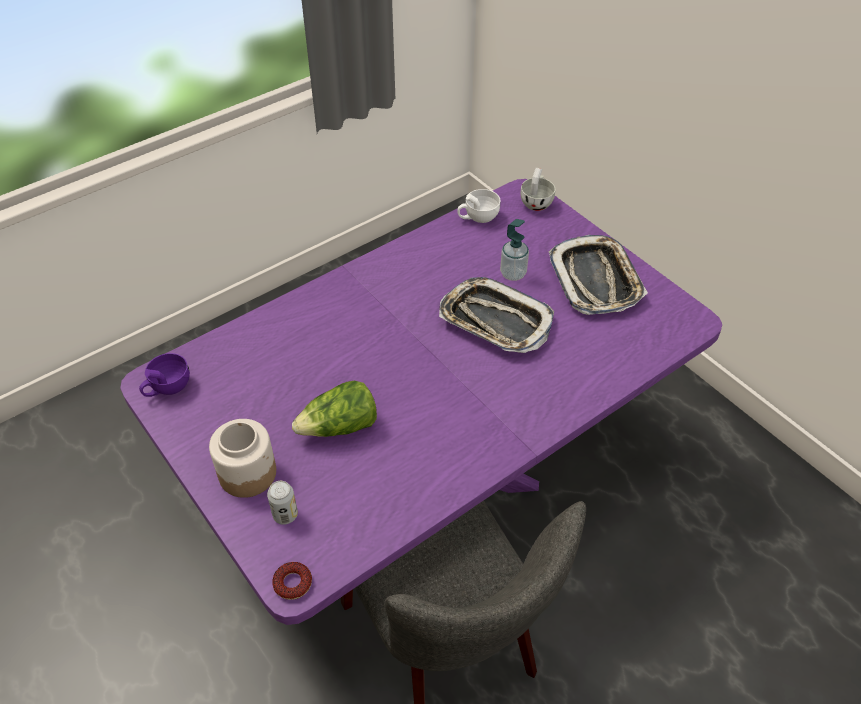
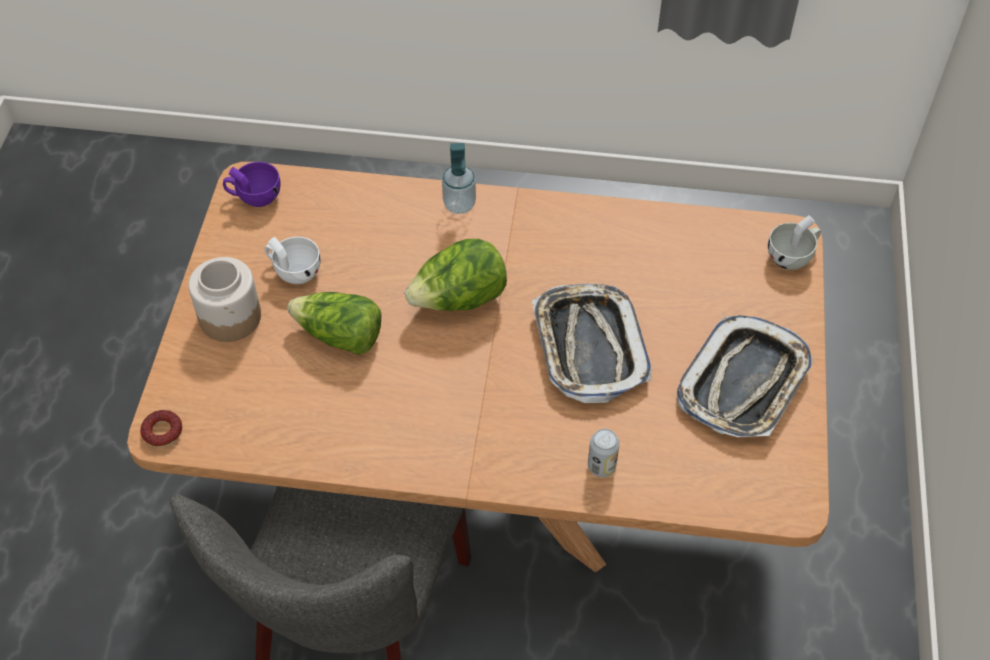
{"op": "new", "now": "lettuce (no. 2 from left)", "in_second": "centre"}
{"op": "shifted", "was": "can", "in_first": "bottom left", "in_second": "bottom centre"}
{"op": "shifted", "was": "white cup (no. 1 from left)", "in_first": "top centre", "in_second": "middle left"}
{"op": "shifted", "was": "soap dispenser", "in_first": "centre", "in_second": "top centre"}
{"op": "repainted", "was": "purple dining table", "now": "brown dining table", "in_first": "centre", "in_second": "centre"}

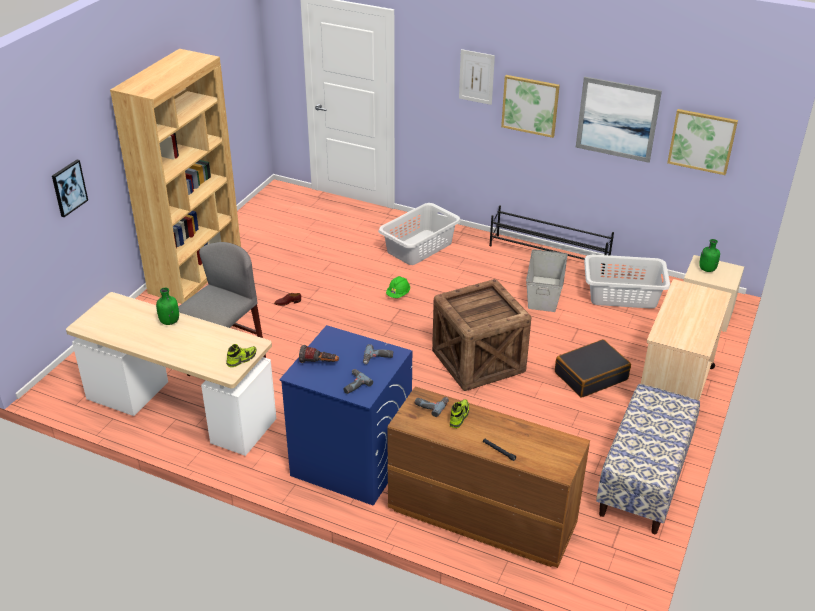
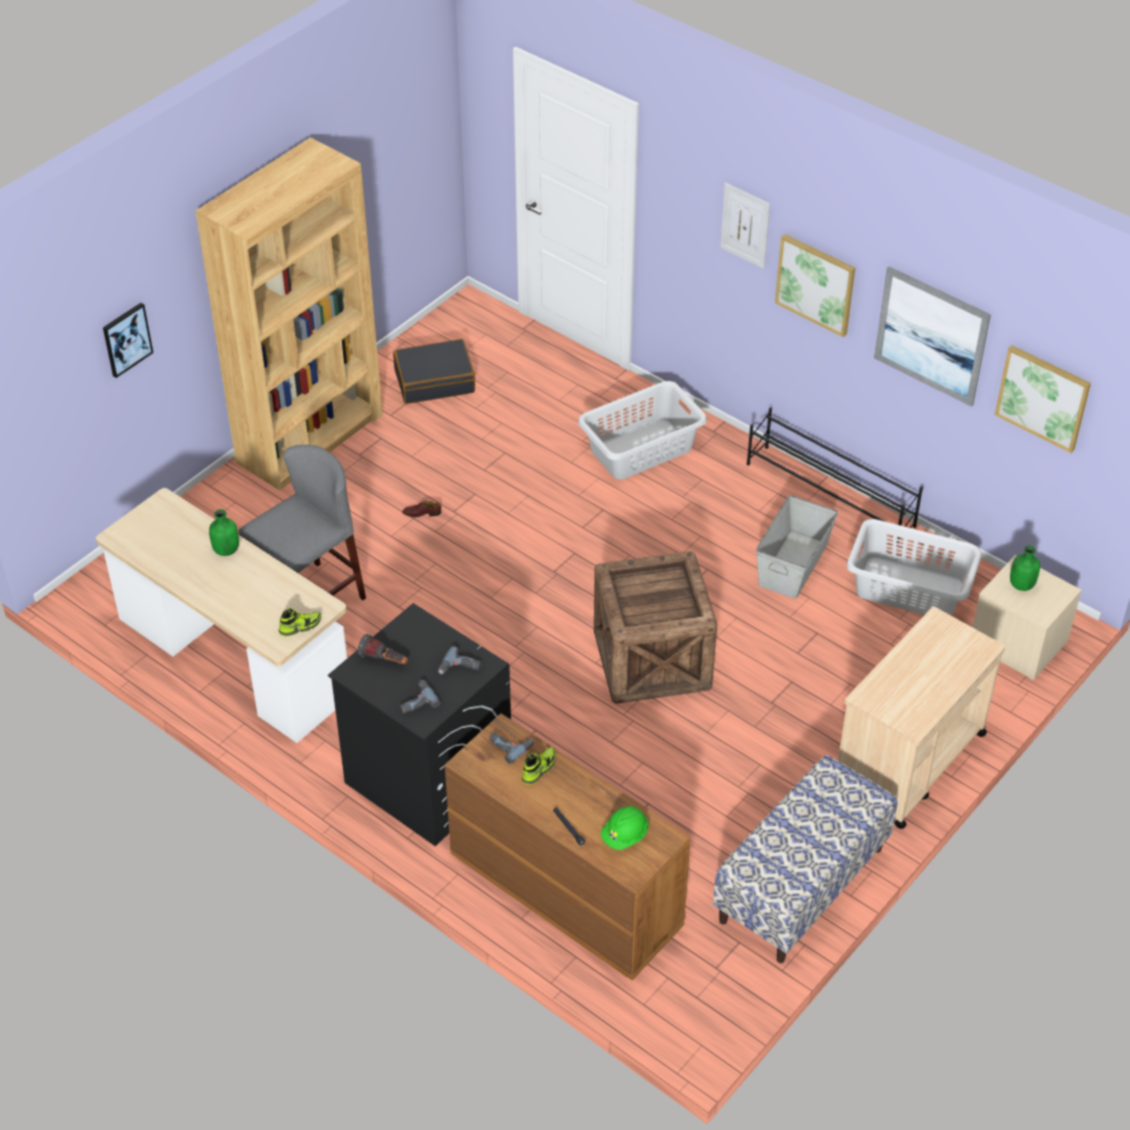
{"op": "shifted", "was": "green hard hat", "in_first": "centre", "in_second": "bottom centre"}
{"op": "shifted", "was": "black suitcase", "in_first": "middle right", "in_second": "top centre"}
{"op": "repainted", "was": "blue washing machine", "now": "black washing machine", "in_first": "bottom centre", "in_second": "centre"}

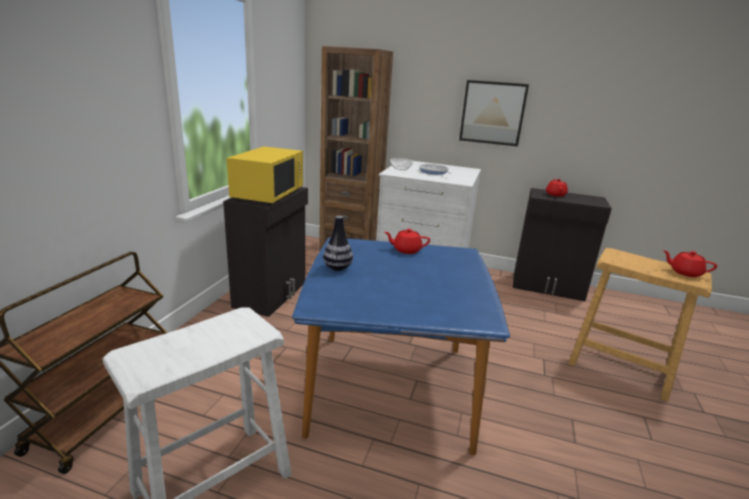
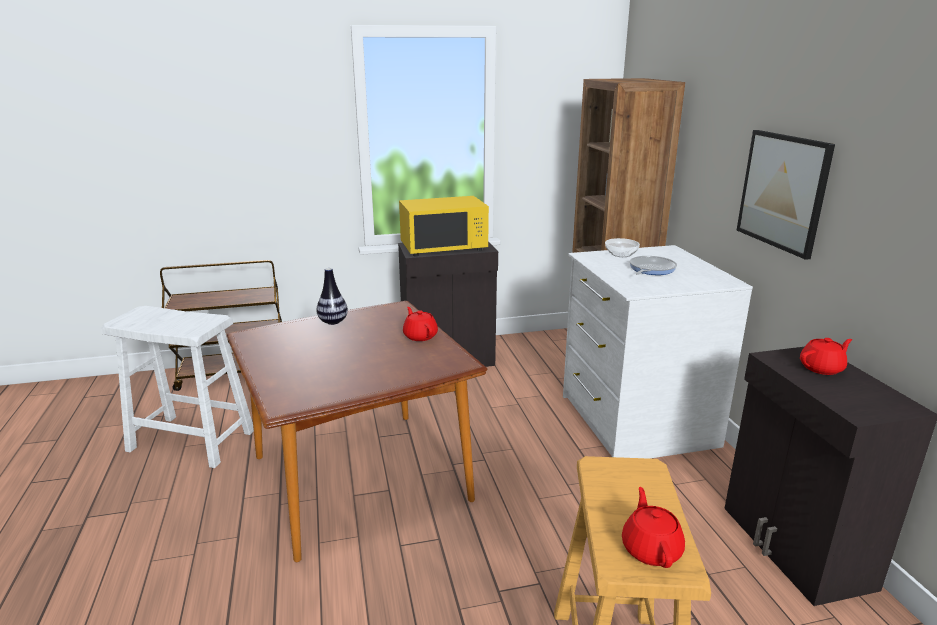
{"op": "repainted", "was": "blue dining table", "now": "brown dining table", "in_first": "bottom centre", "in_second": "bottom centre"}

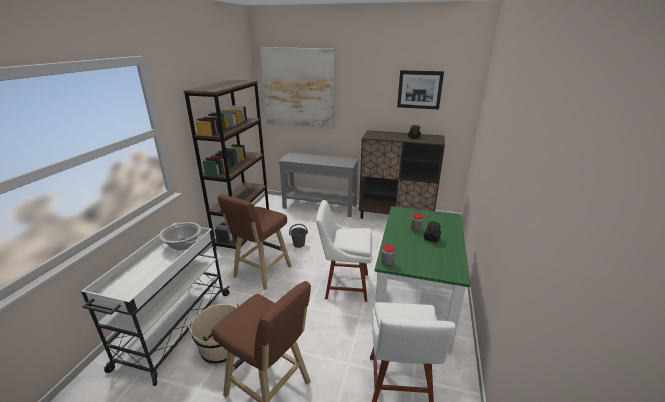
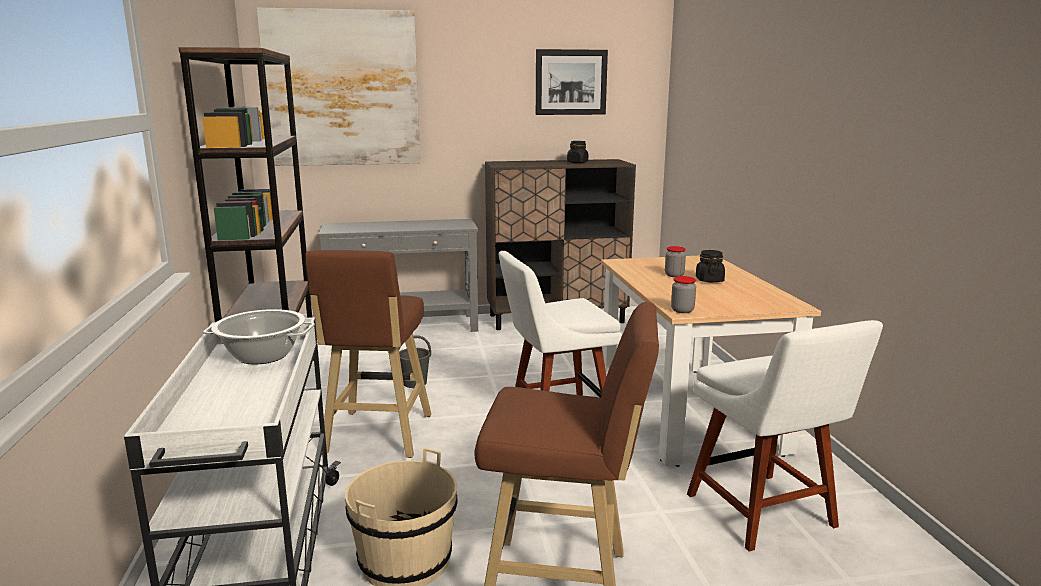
{"op": "repainted", "was": "green dining table", "now": "beige dining table", "in_first": "bottom centre", "in_second": "middle right"}

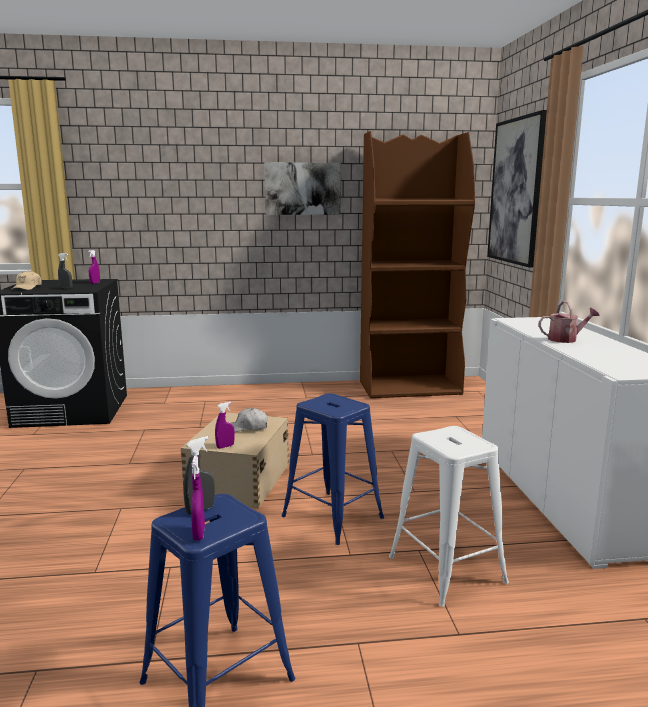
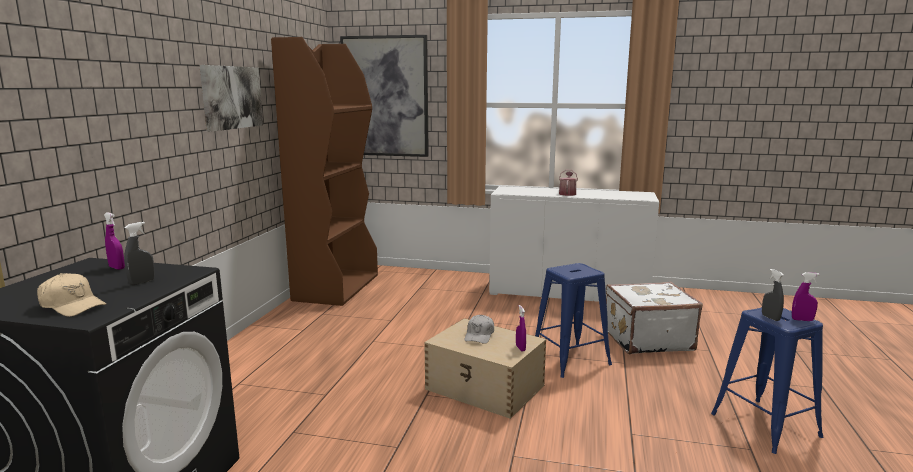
{"op": "swapped", "was": "white stool", "now": "white suitcase", "in_first": "bottom right", "in_second": "bottom right"}

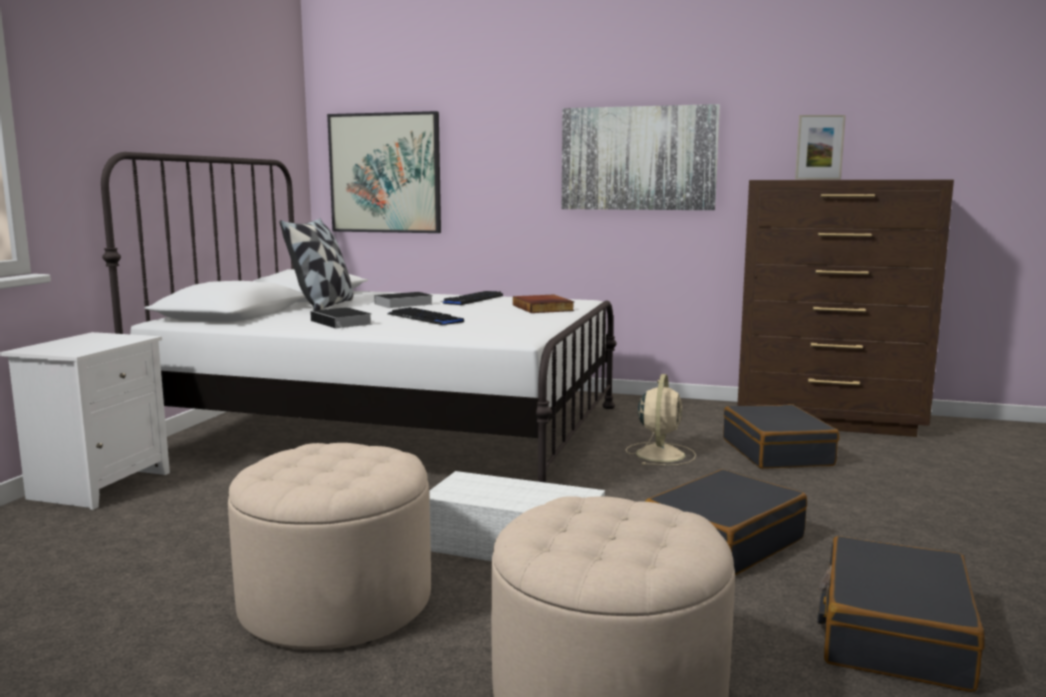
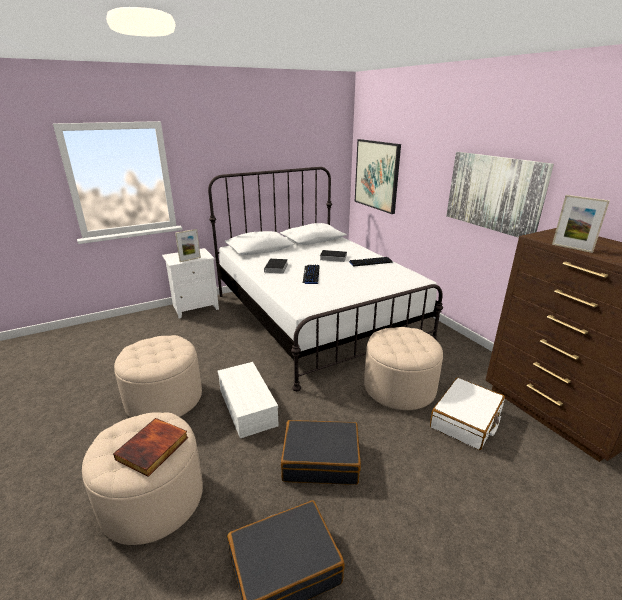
{"op": "gone", "was": "pillow", "in_first": "middle left"}
{"op": "new", "now": "picture frame (no. 1 from left)", "in_second": "middle left"}
{"op": "shifted", "was": "book (no. 3 from left in the first image)", "now": "book (no. 1 from left)", "in_first": "centre", "in_second": "bottom left"}
{"op": "swapped", "was": "beige fan", "now": "beige ottoman (no. 3 from left)", "in_first": "centre", "in_second": "centre"}
{"op": "repainted", "was": "black suitcase (no. 2 from left)", "now": "white suitcase", "in_first": "middle right", "in_second": "bottom right"}

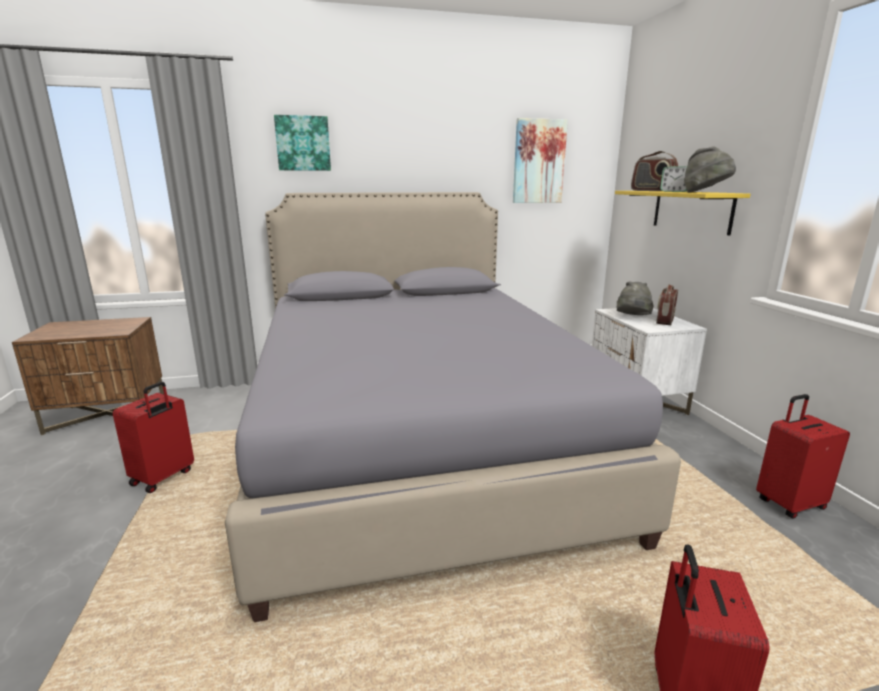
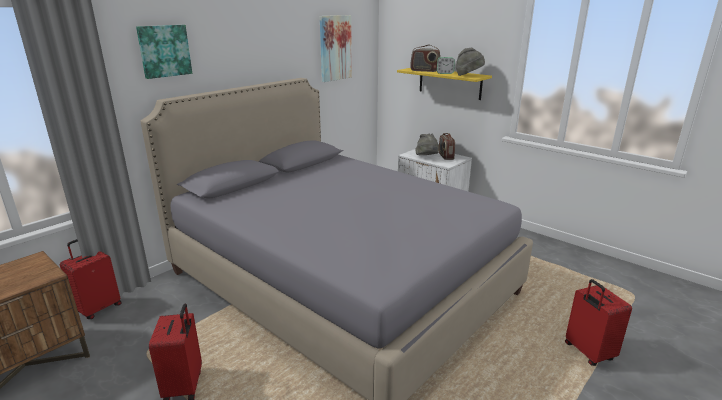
{"op": "shifted", "was": "red suitcase (no. 3 from left in the first image)", "now": "red suitcase (no. 1 from left)", "in_first": "middle right", "in_second": "bottom left"}

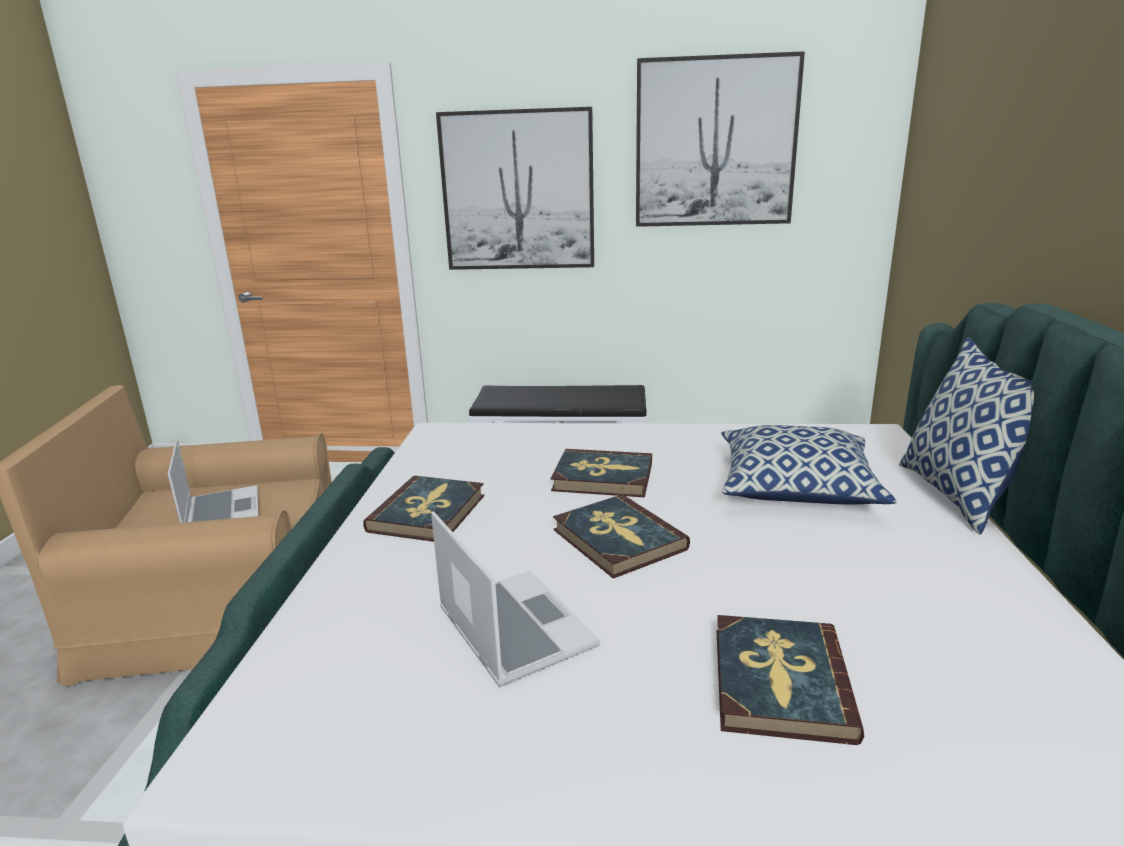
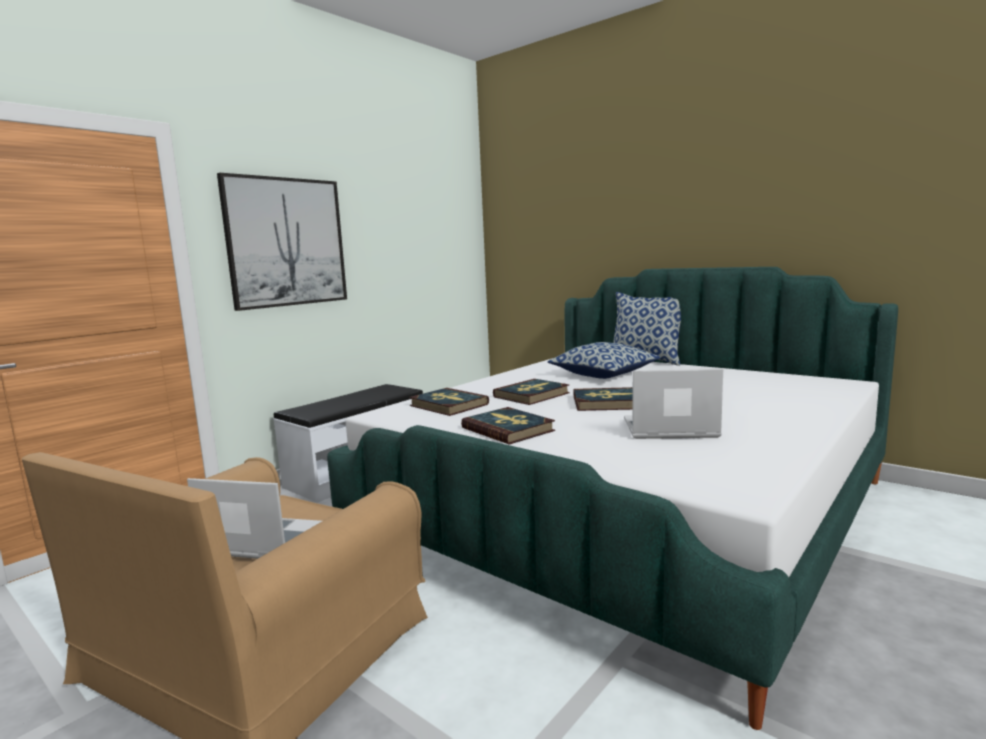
{"op": "gone", "was": "picture (no. 2 from left)", "in_first": "top centre"}
{"op": "shifted", "was": "book (no. 4 from left in the first image)", "now": "book (no. 1 from left)", "in_first": "bottom right", "in_second": "centre"}

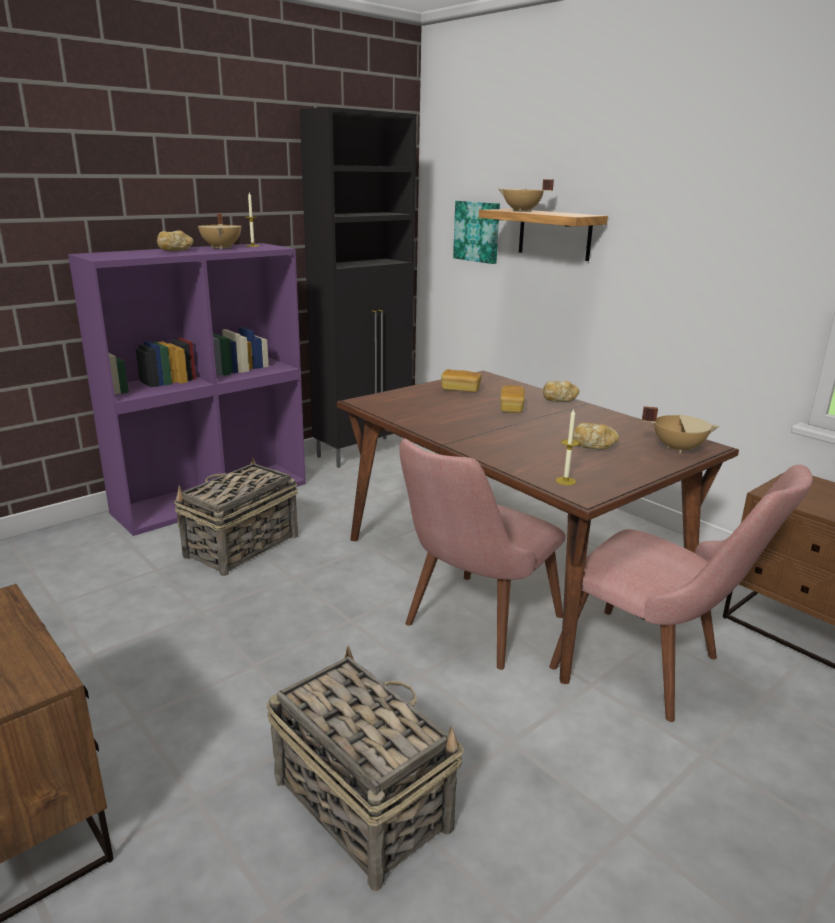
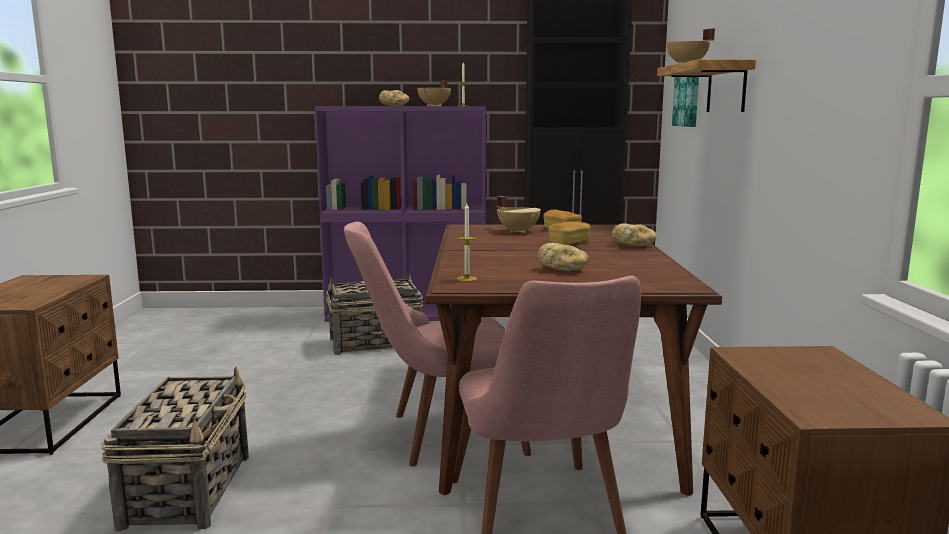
{"op": "shifted", "was": "beige cooking pot (no. 3 from left in the first image)", "now": "beige cooking pot (no. 2 from left)", "in_first": "middle right", "in_second": "centre"}

